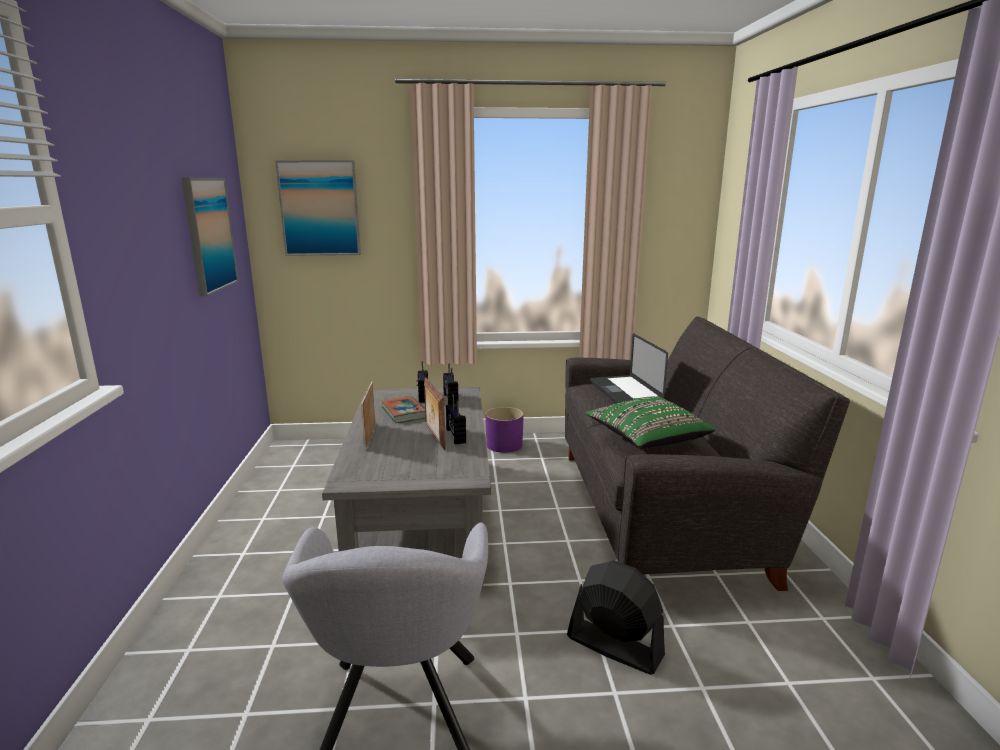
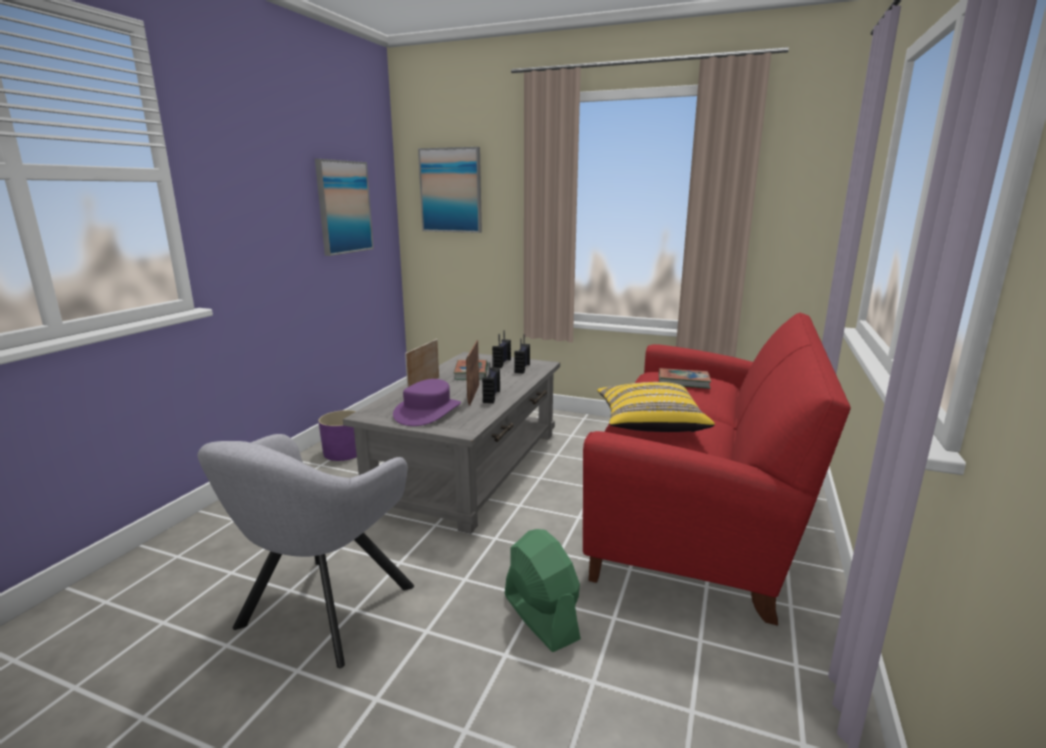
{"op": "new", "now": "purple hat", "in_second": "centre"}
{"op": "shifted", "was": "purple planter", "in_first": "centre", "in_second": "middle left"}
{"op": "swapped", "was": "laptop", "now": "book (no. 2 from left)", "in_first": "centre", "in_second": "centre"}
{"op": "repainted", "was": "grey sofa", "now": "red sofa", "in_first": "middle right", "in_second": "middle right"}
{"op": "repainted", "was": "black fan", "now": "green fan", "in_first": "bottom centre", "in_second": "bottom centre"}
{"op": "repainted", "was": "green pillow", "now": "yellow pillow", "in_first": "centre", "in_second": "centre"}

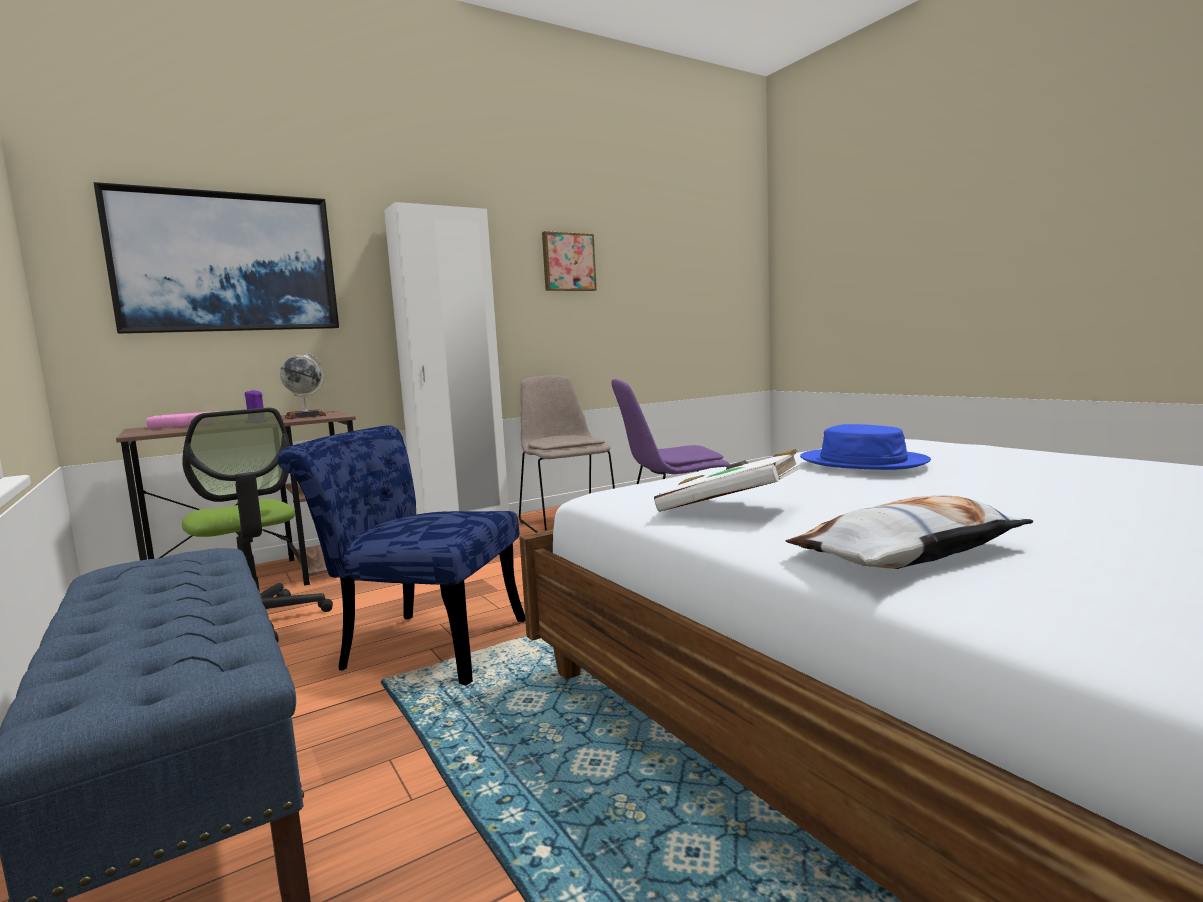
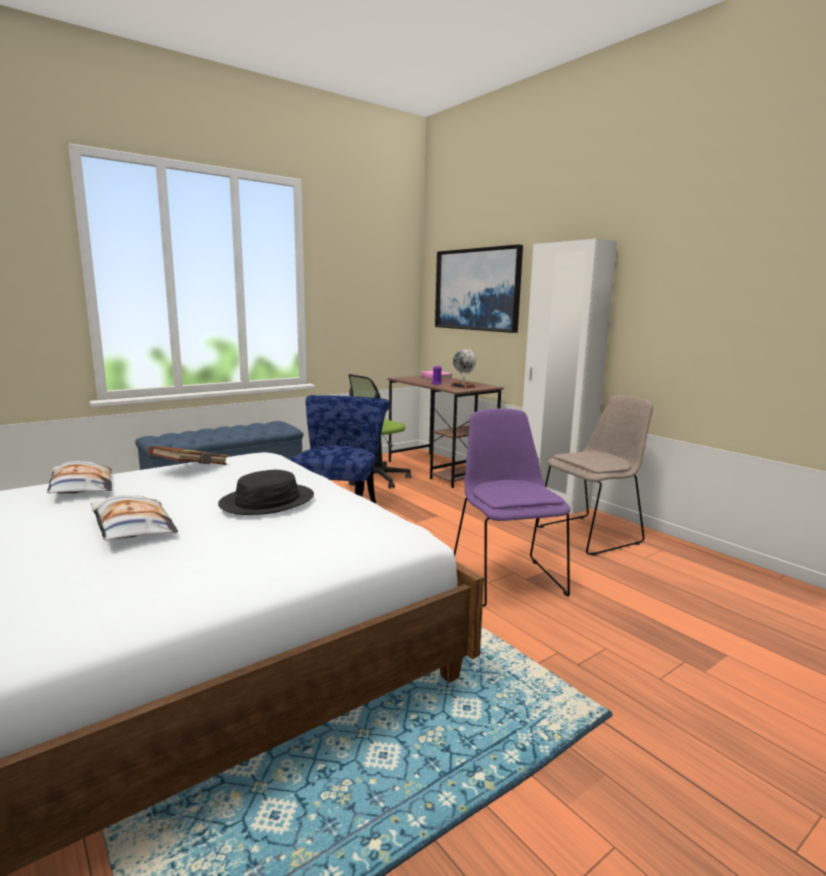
{"op": "gone", "was": "picture (no. 2 from left)", "in_first": "top centre"}
{"op": "new", "now": "pillow (no. 2 from left)", "in_second": "middle left"}
{"op": "repainted", "was": "white book", "now": "brown book", "in_first": "centre", "in_second": "middle left"}
{"op": "repainted", "was": "blue hat", "now": "black hat", "in_first": "middle right", "in_second": "middle left"}

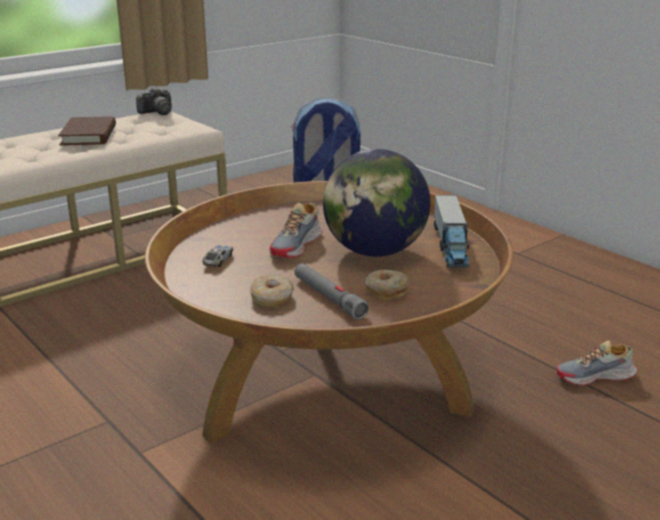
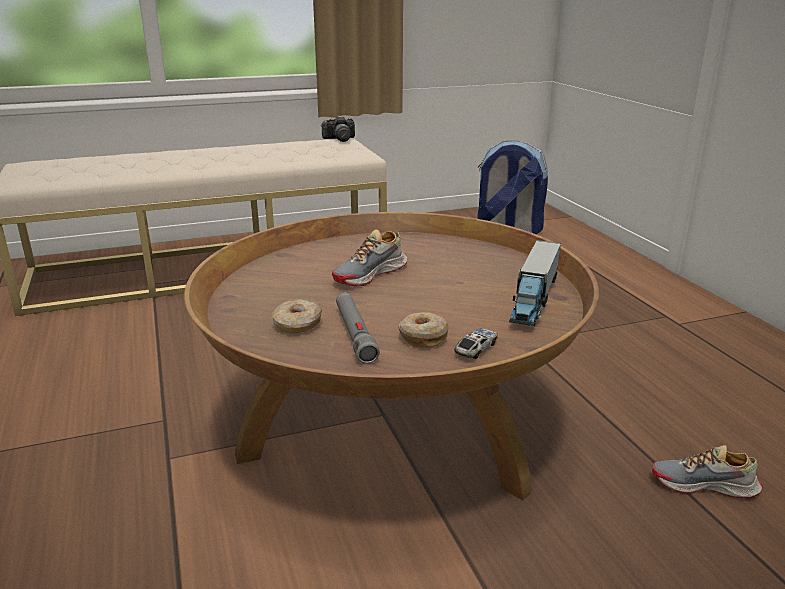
{"op": "gone", "was": "brown book", "in_first": "top left"}
{"op": "gone", "was": "globe", "in_first": "centre"}
{"op": "shifted", "was": "toy car", "in_first": "middle left", "in_second": "centre"}

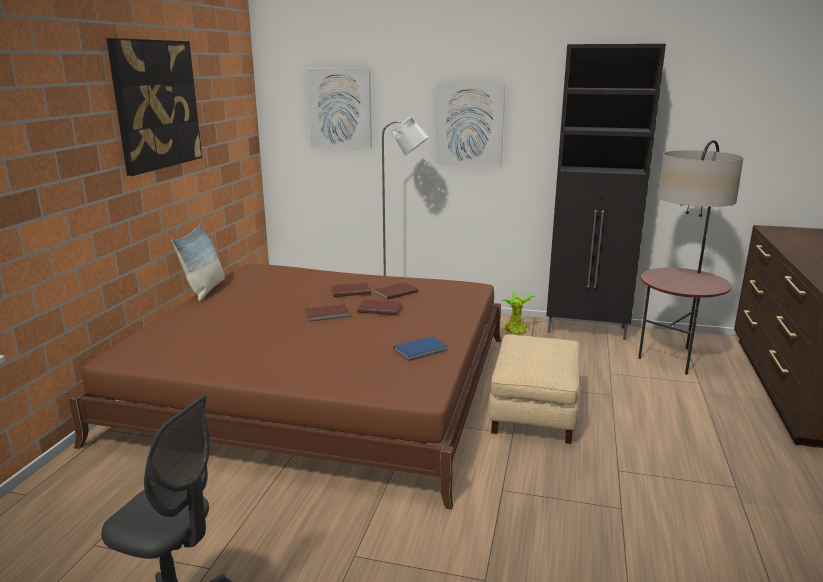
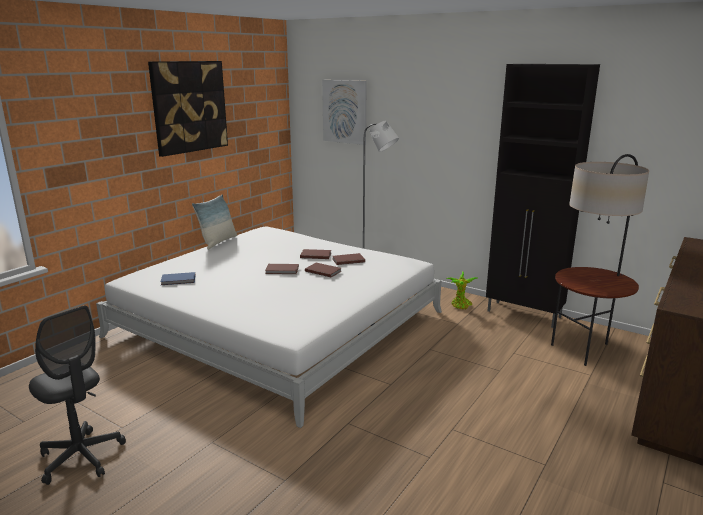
{"op": "gone", "was": "picture (no. 3 from left)", "in_first": "top centre"}
{"op": "gone", "was": "beige ottoman", "in_first": "bottom centre"}
{"op": "shifted", "was": "blue book", "in_first": "centre", "in_second": "middle left"}
{"op": "repainted", "was": "brown bed", "now": "white bed", "in_first": "centre", "in_second": "centre"}

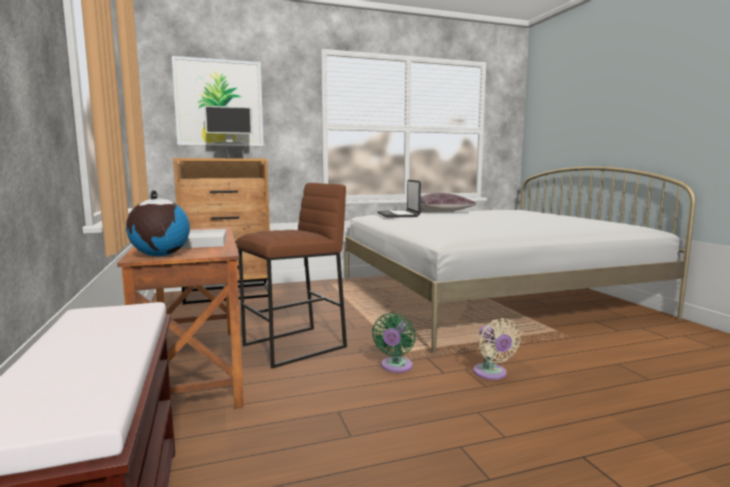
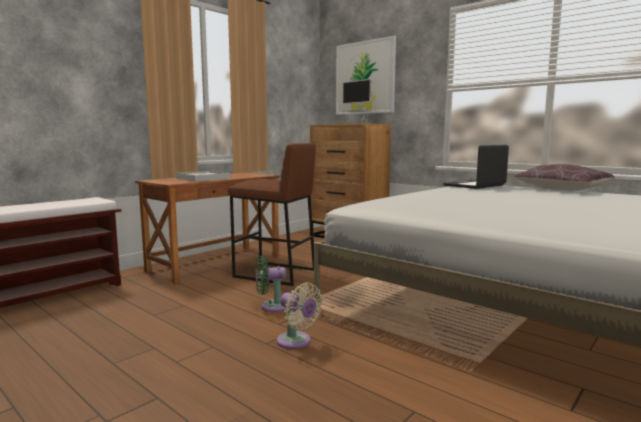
{"op": "gone", "was": "globe", "in_first": "middle left"}
{"op": "rotated", "was": "beige fan", "in_first": "bottom right", "in_second": "bottom centre", "clockwise": -90}

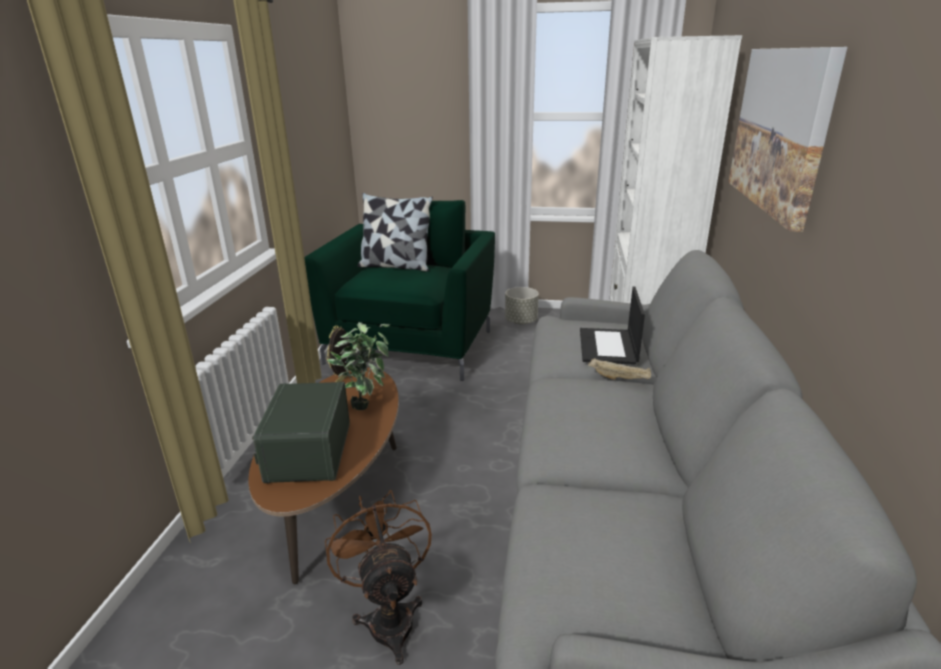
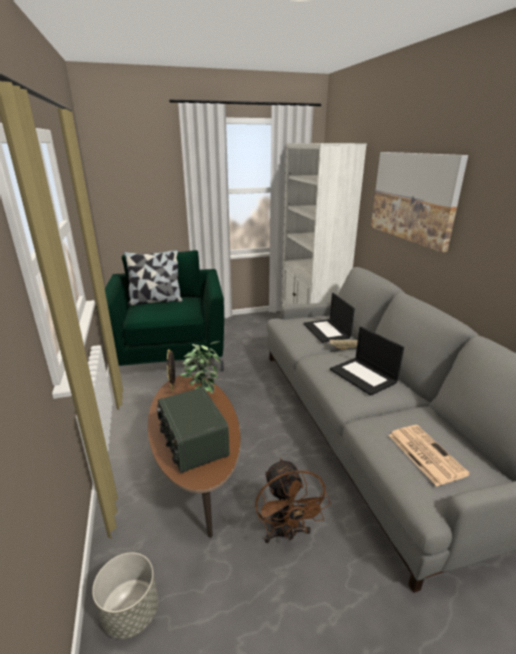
{"op": "new", "now": "laptop (no. 2 from left)", "in_second": "middle right"}
{"op": "new", "now": "newspaper", "in_second": "bottom right"}
{"op": "shifted", "was": "grey planter", "in_first": "centre", "in_second": "bottom left"}
{"op": "rotated", "was": "brown fan", "in_first": "bottom centre", "in_second": "bottom centre", "clockwise": -150}

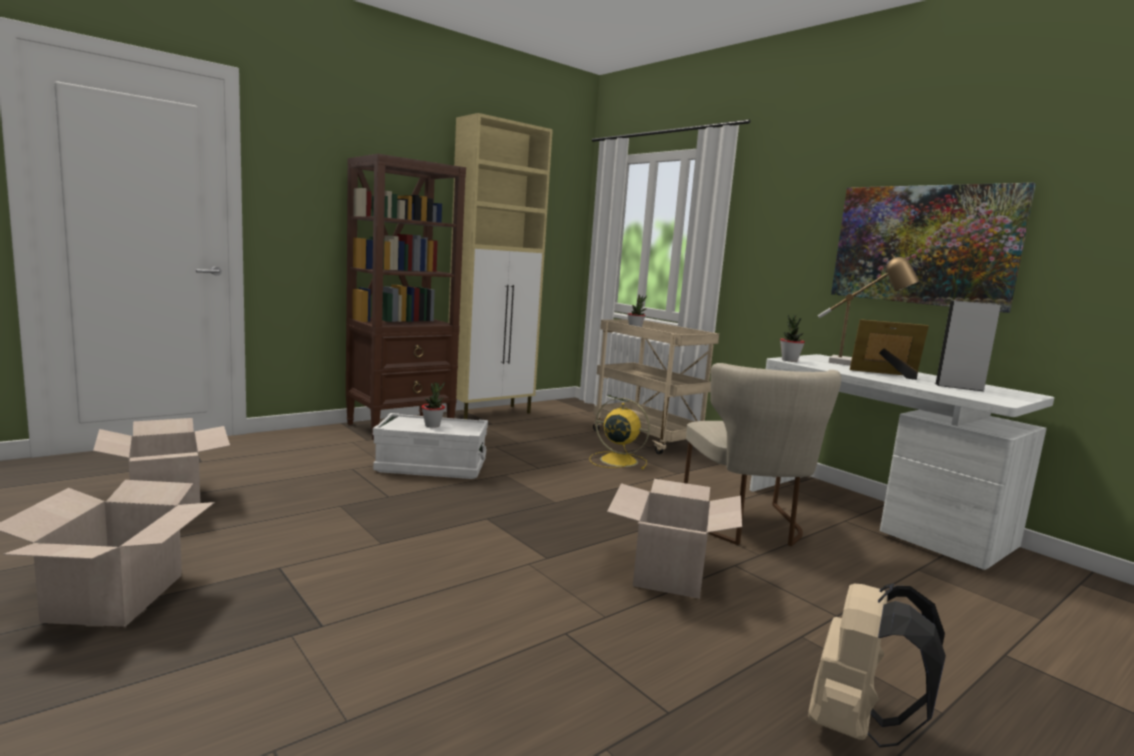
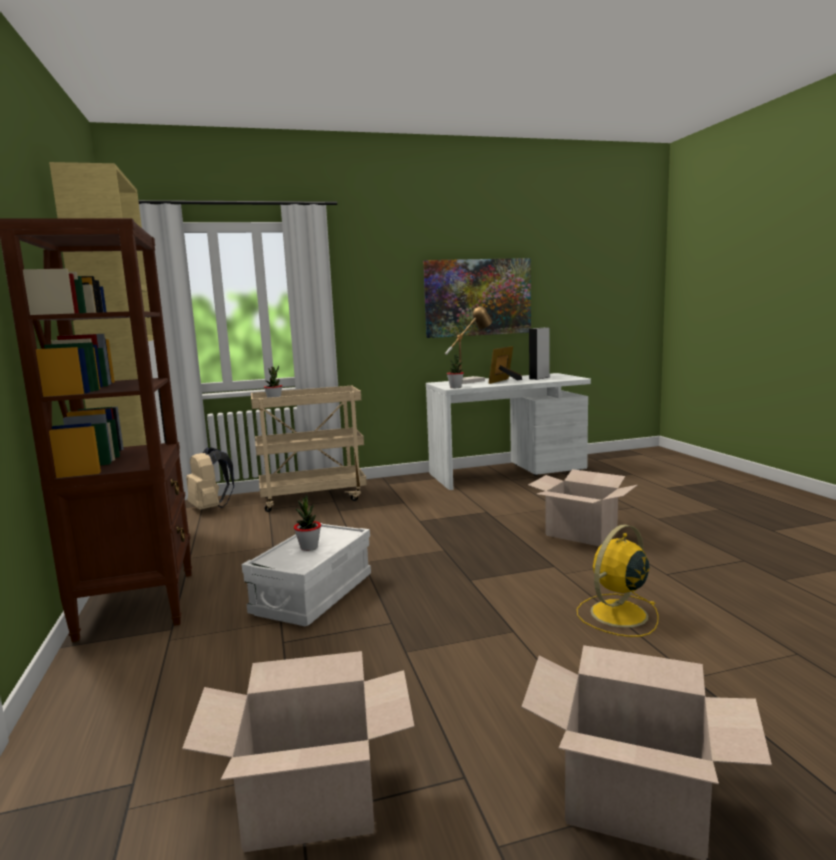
{"op": "gone", "was": "beige chair", "in_first": "middle right"}
{"op": "shifted", "was": "yellow fan", "in_first": "centre", "in_second": "bottom right"}
{"op": "shifted", "was": "beige backpack", "in_first": "bottom right", "in_second": "middle left"}

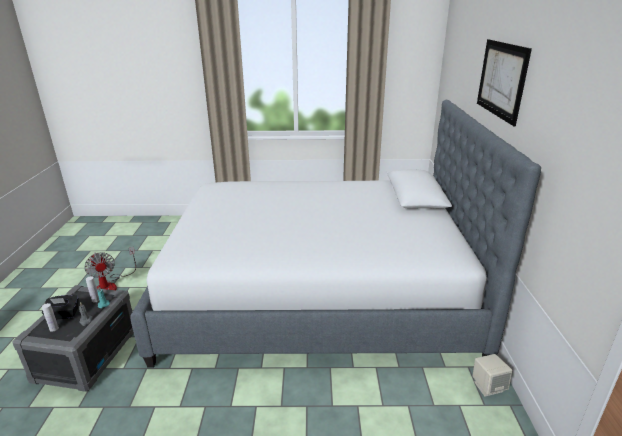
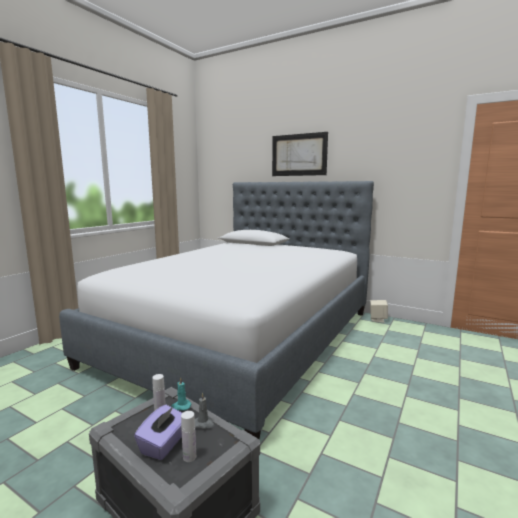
{"op": "gone", "was": "fan", "in_first": "middle left"}
{"op": "repainted", "was": "black tissue box", "now": "purple tissue box", "in_first": "bottom left", "in_second": "bottom left"}

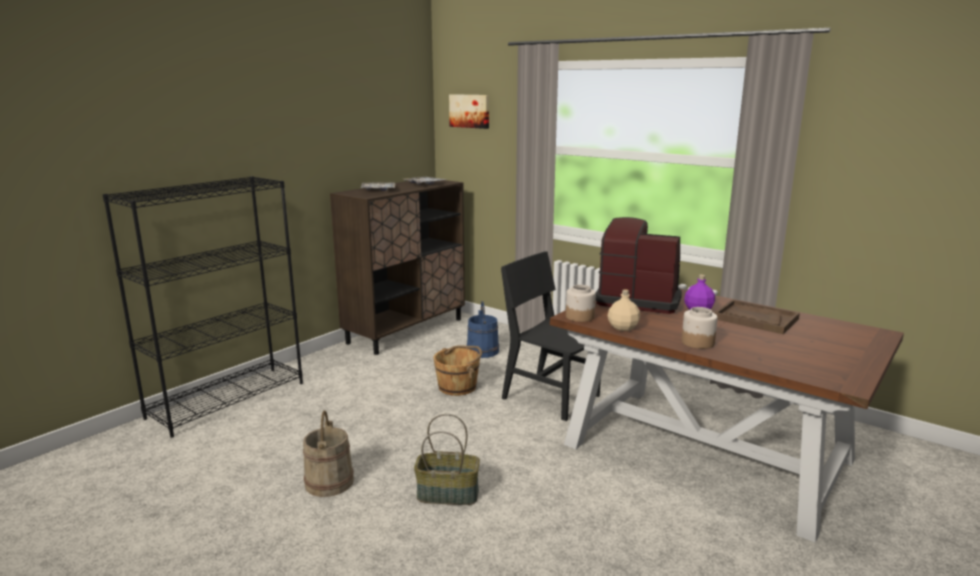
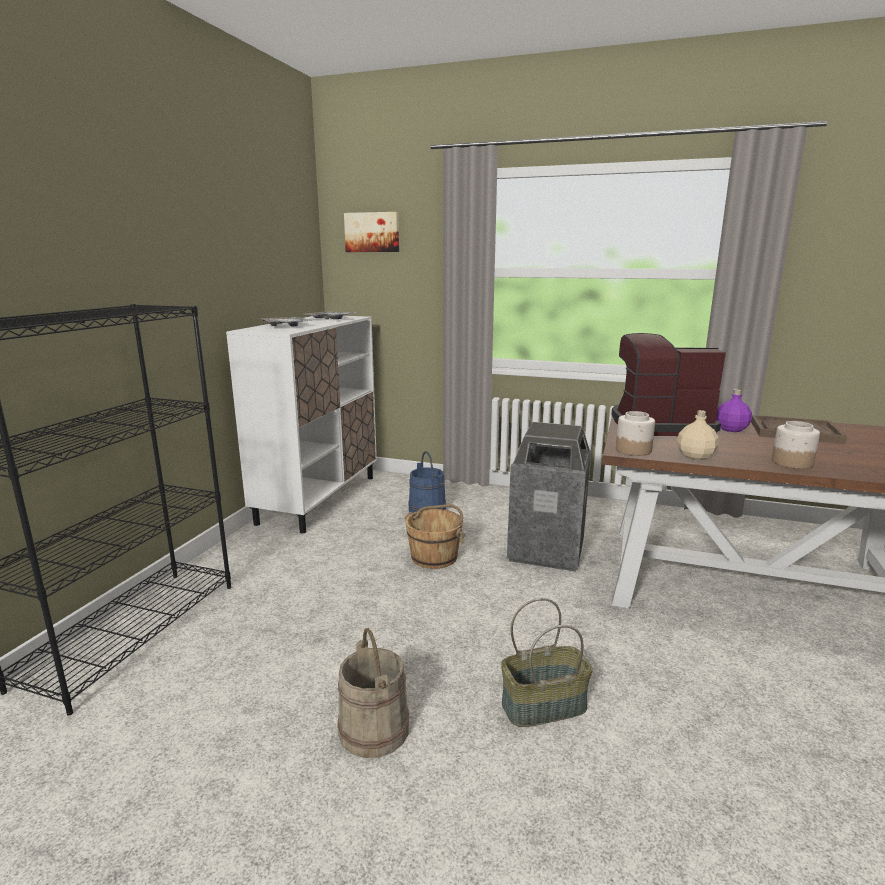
{"op": "swapped", "was": "black chair", "now": "trash can", "in_first": "centre", "in_second": "centre"}
{"op": "repainted", "was": "brown cabinet", "now": "white cabinet", "in_first": "centre", "in_second": "centre"}

